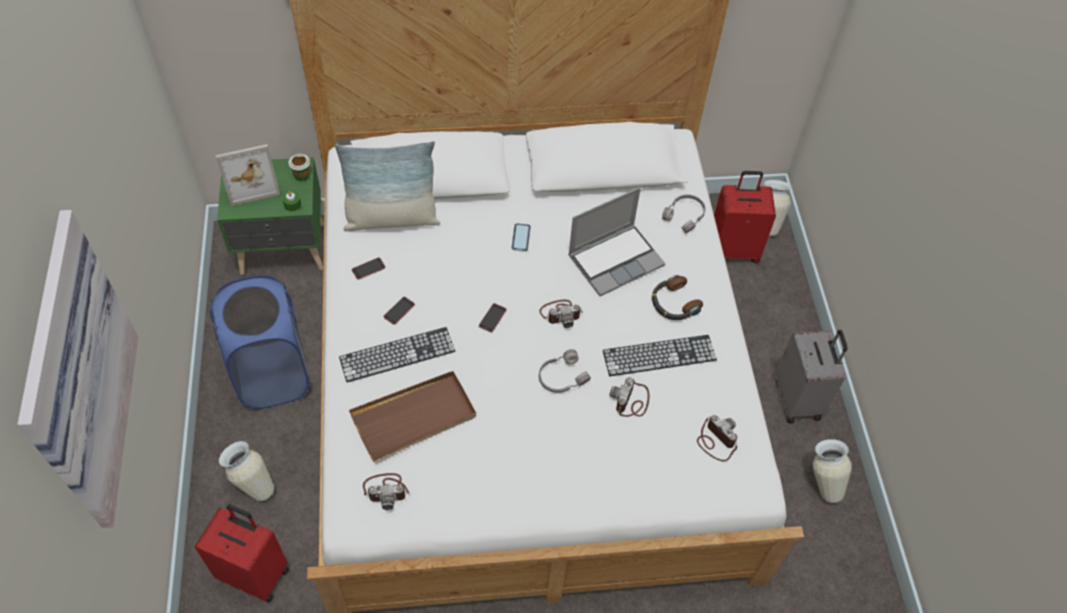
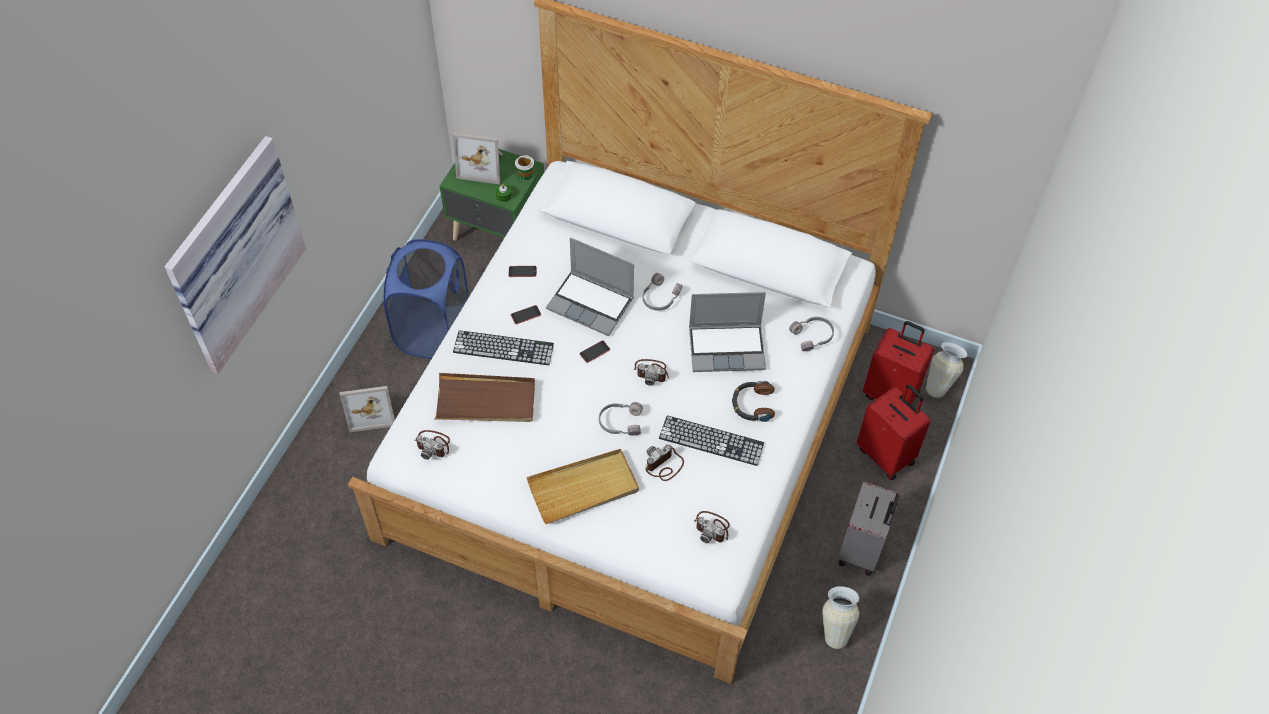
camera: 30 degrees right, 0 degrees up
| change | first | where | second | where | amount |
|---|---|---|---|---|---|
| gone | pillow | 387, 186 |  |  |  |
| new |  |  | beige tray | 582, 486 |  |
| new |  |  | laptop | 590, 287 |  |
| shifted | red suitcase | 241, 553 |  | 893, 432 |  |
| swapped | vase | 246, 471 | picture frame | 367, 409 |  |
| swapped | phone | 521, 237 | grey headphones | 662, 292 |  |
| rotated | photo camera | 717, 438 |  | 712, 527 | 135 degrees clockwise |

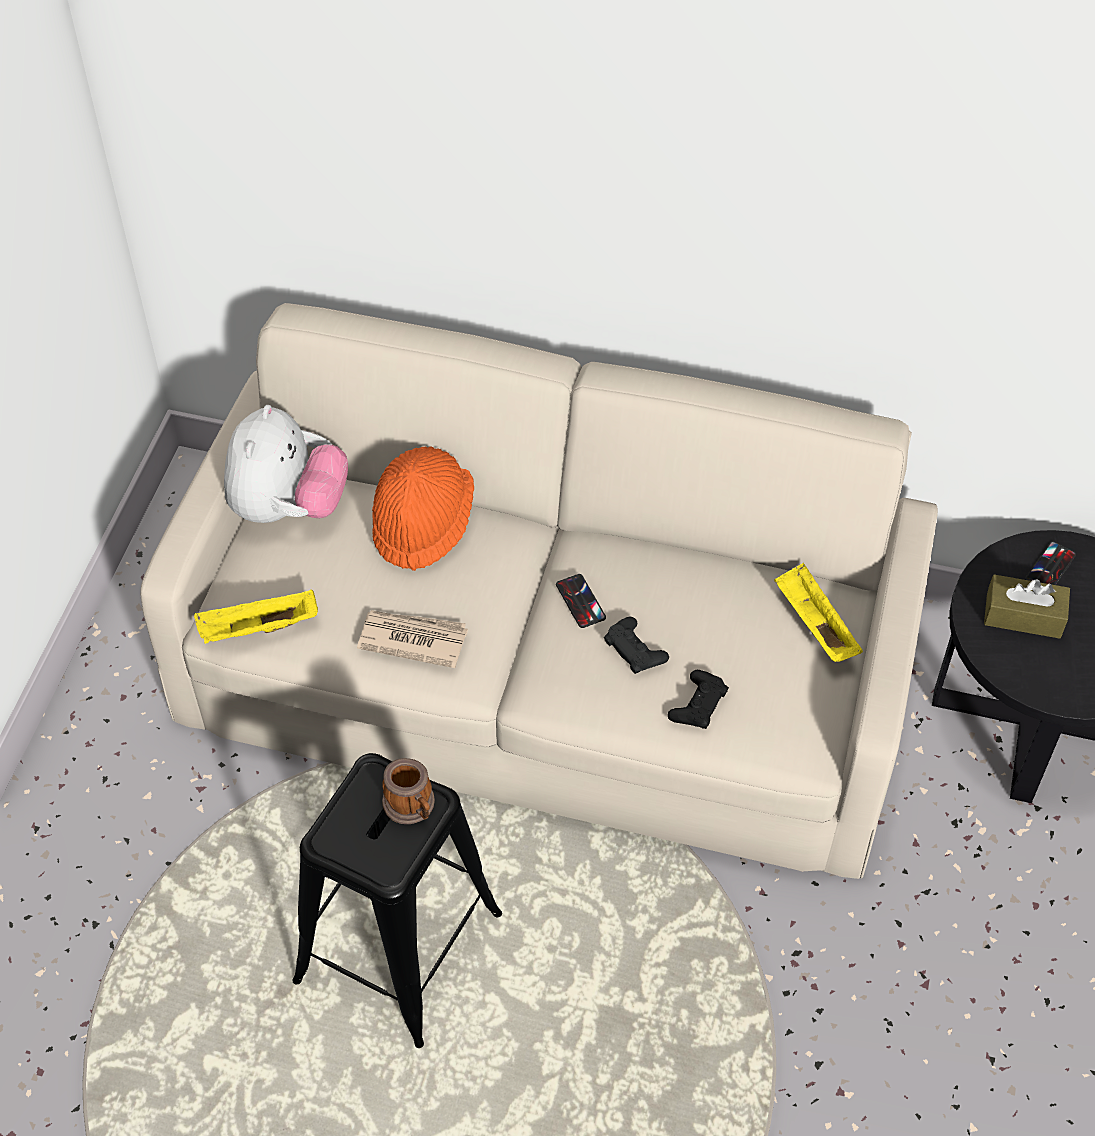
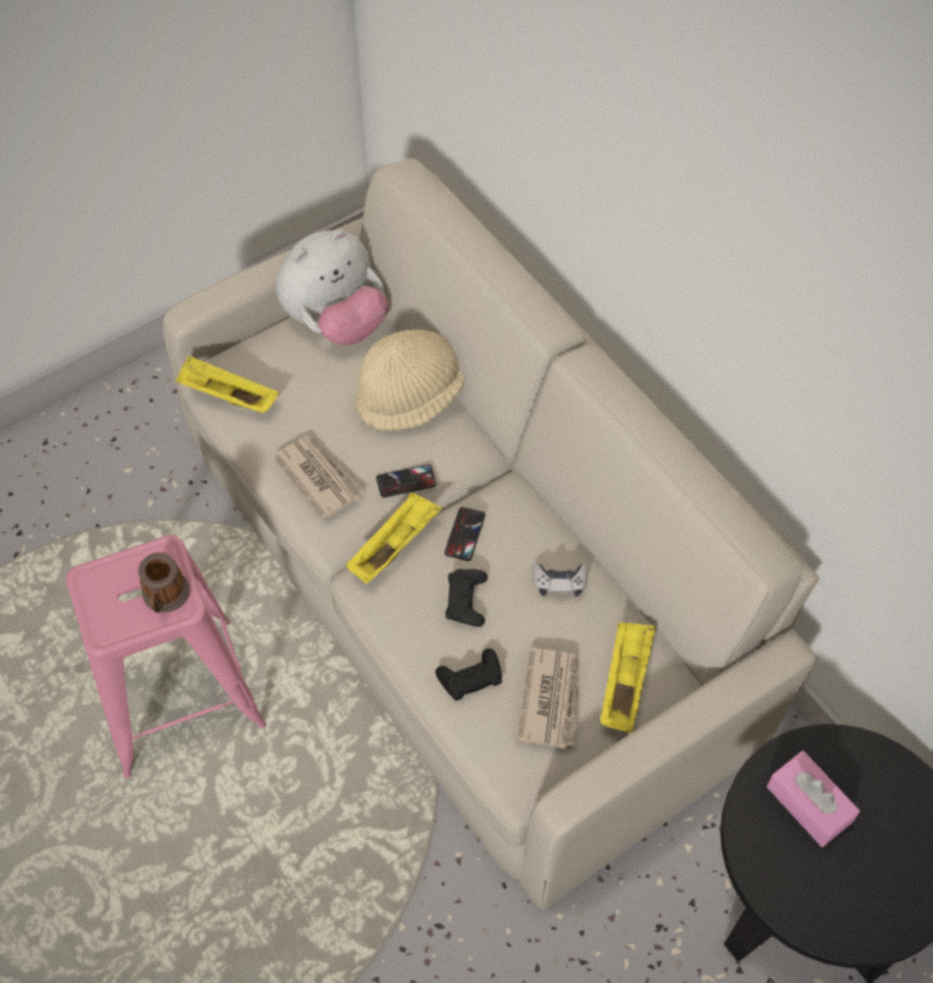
camera: 40 degrees right, 5 degrees up
| change | first | where | second | where | amount |
|---|---|---|---|---|---|
| new |  |  | yellow tray | 394, 538 |  |
| new |  |  | newspaper | 548, 698 |  |
| new |  |  | game controller | 560, 580 |  |
| shifted | phone | 1050, 563 |  | 406, 481 |  |
| repainted | black stool | 397, 900 | pink stool | 166, 656 |  |
| repainted | orange hat | 423, 508 | beige hat | 410, 380 |  |
| repainted | brown tissue box | 1027, 607 | pink tissue box | 813, 799 |  |

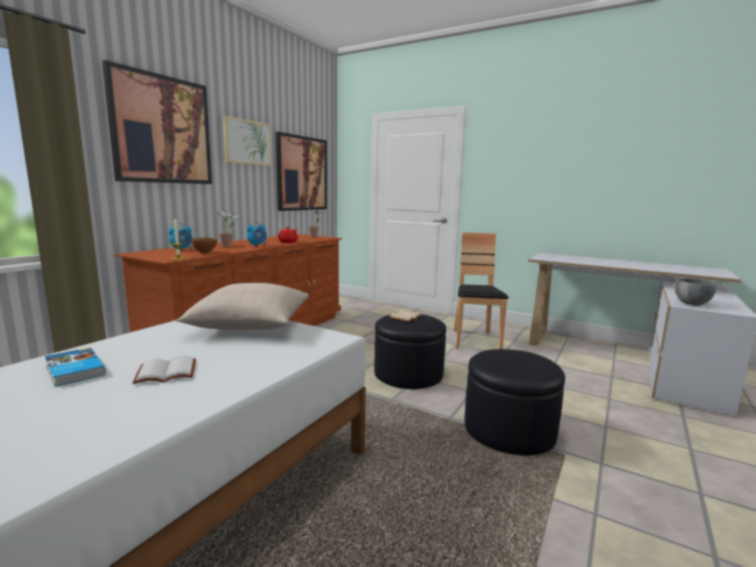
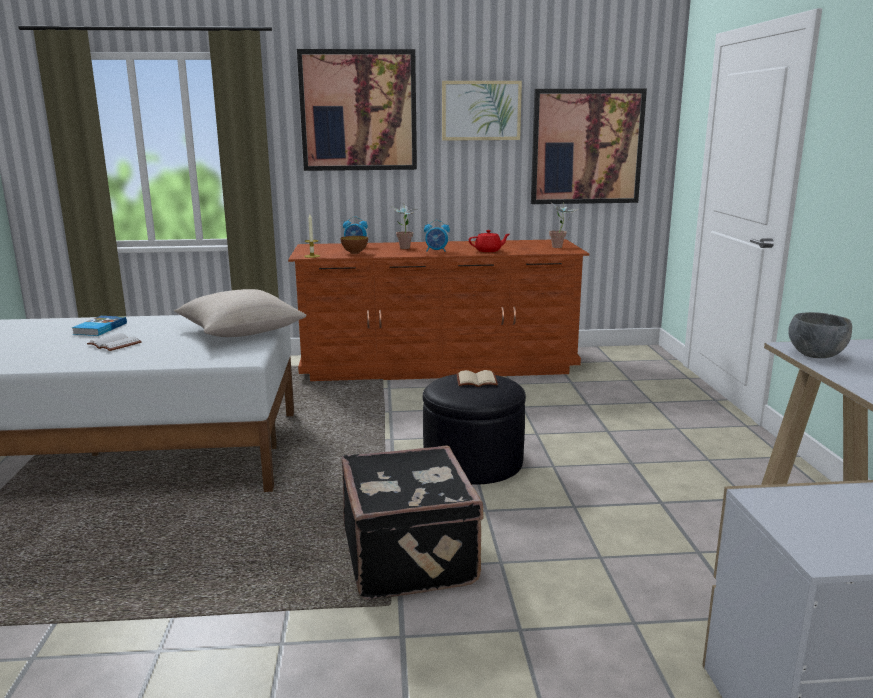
camera: 55 degrees right, 5 degrees up
| change | first | where | second | where | amount |
|---|---|---|---|---|---|
| gone | brown chair | 481, 291 |  |  |  |
| shifted | grey bowl | 695, 292 |  | 820, 335 |  |
| swapped | black ottoman | 515, 402 | black suitcase | 412, 522 |  |

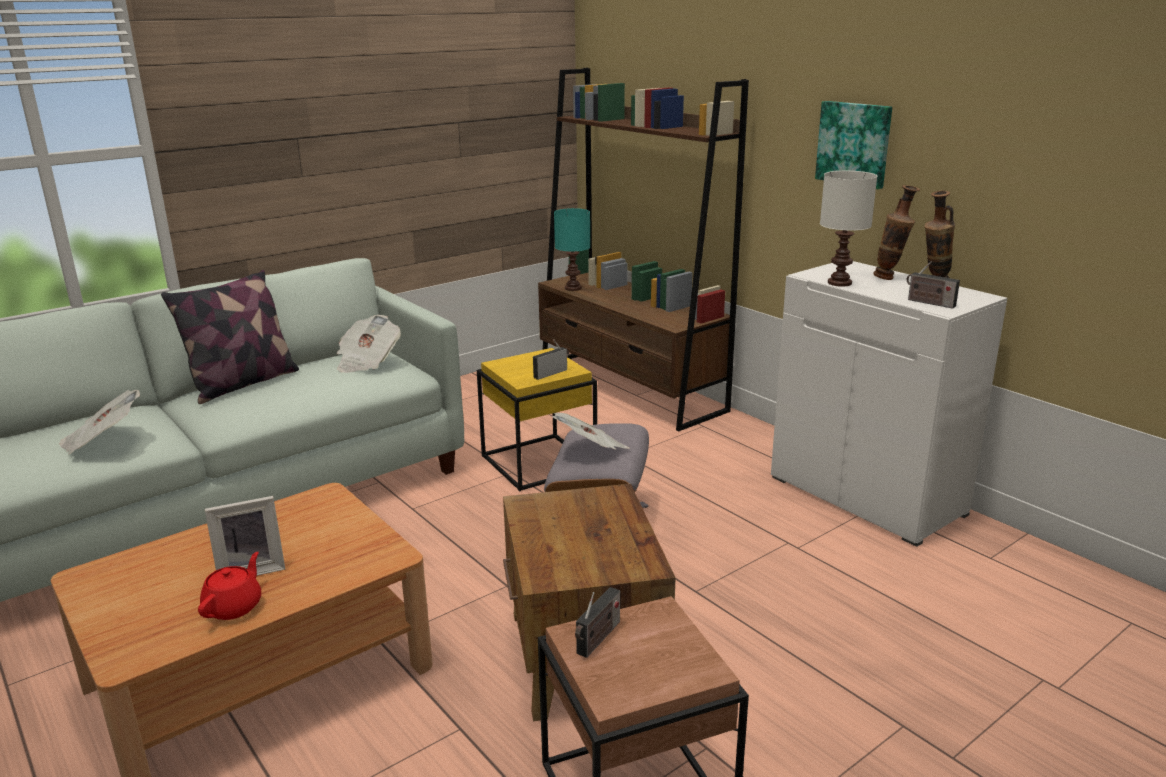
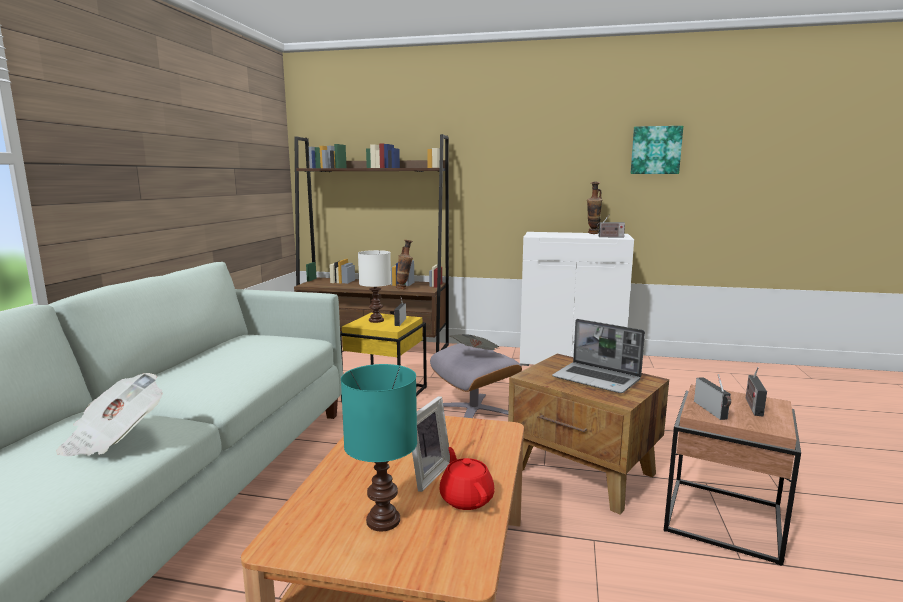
camera: 40 degrees left, 10 degrees down
| change | first | where | second | where | amount |
|---|---|---|---|---|---|
| gone | pillow | 230, 337 |  |  |  |
| gone | newspaper | 369, 344 |  |  |  |
| new |  |  | laptop | 598, 356 |  |
| new |  |  | radio | 756, 392 |  |
| shifted | turquoise table lamp | 572, 249 |  | 379, 447 |  |
| shifted | picture | 853, 145 |  | 657, 150 |  |
| shifted | white table lamp | 848, 229 |  | 374, 286 |  |
| shifted | vase | 896, 232 |  | 404, 264 |  |

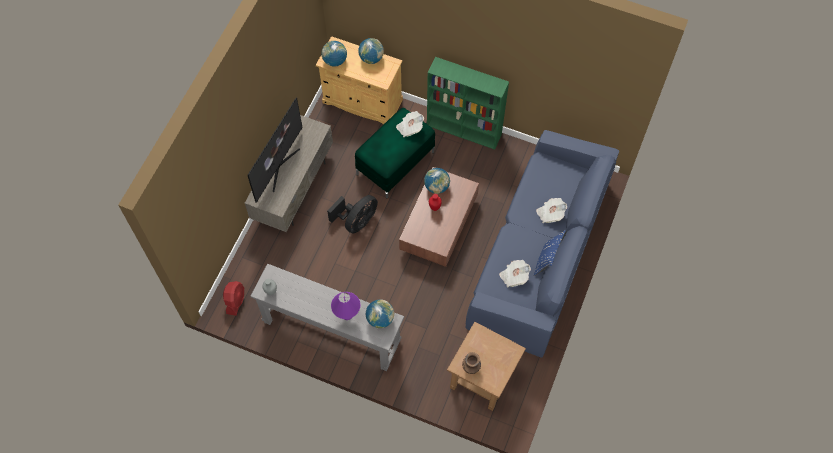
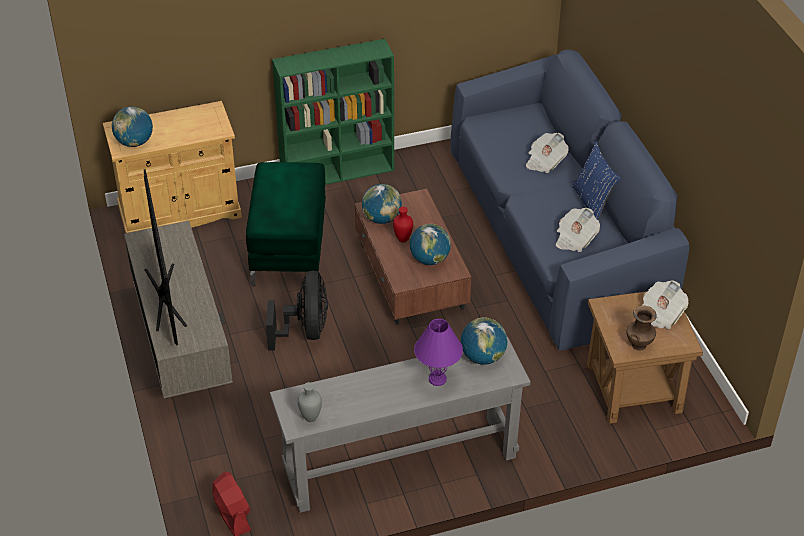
camera: 40 degrees left, 20 degrees down
| change | first | where | second | where | amount |
|---|---|---|---|---|---|
| shifted | globe | 371, 51 |  | 430, 244 |  |
| shifted | newspaper | 410, 124 |  | 665, 305 |  |

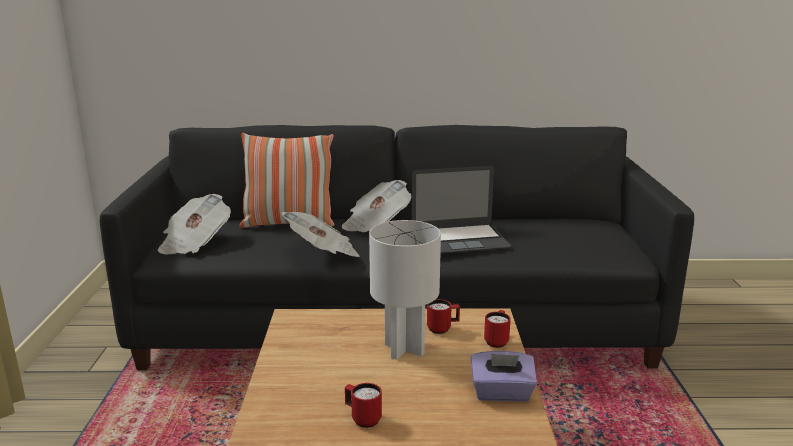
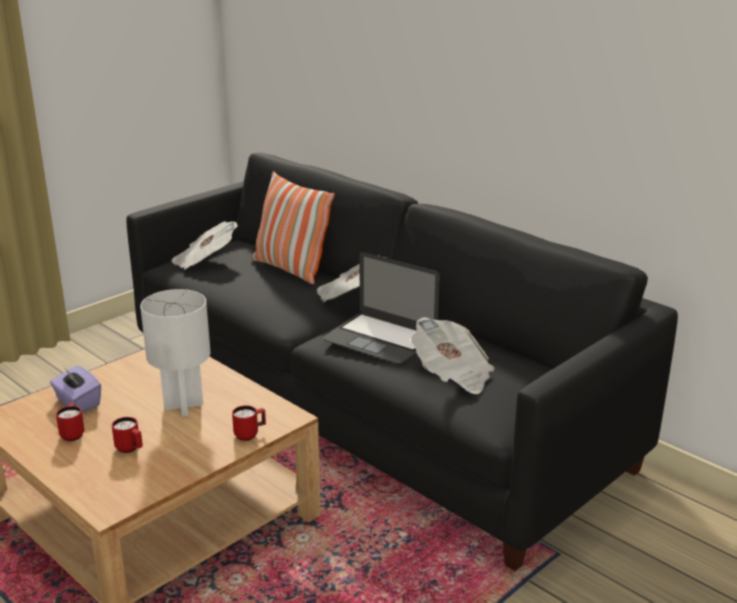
camera: 45 degrees right, 5 degrees up
| change | first | where | second | where | amount |
|---|---|---|---|---|---|
| shifted | newspaper | 321, 234 |  | 452, 355 |  |
| shifted | red mug | 443, 316 |  | 127, 435 |  |
| shifted | purple tissue box | 504, 376 |  | 75, 389 |  |

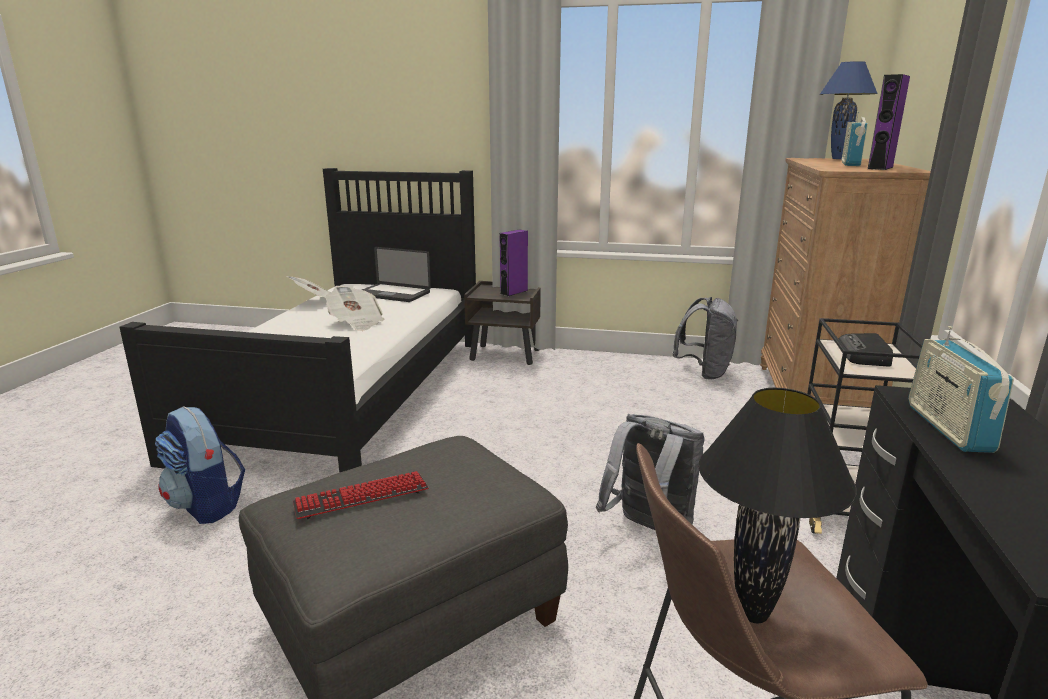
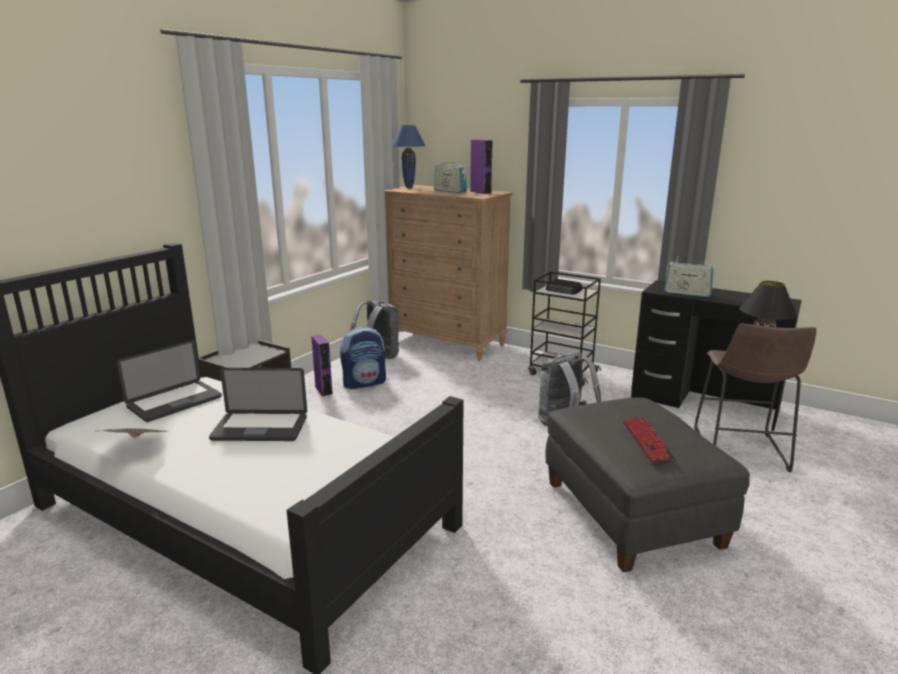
camera: 70 degrees left, 0 degrees up
| change | first | where | second | where | amount |
|---|---|---|---|---|---|
| shifted | backpack | 200, 465 |  | 363, 358 |  |
| shifted | purple speaker | 514, 262 |  | 322, 365 |  |
| swapped | newspaper | 354, 308 | laptop | 258, 404 |  |

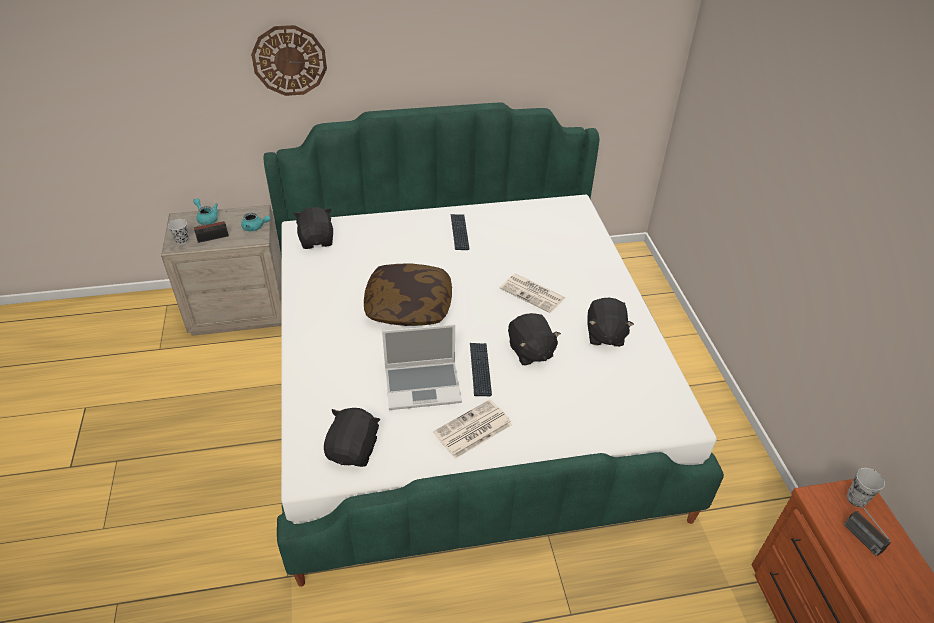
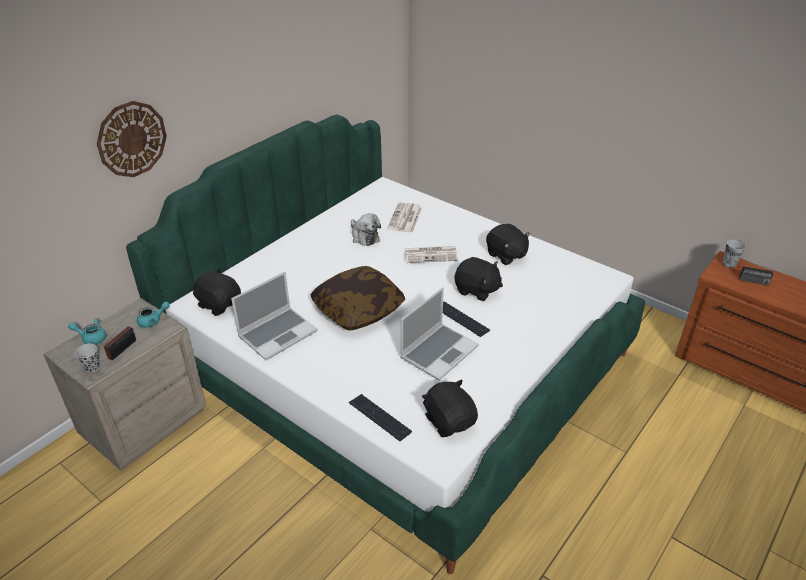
camera: 40 degrees left, 5 degrees down
| change | first | where | second | where | amount |
|---|---|---|---|---|---|
| new |  |  | laptop | 274, 316 |  |
| new |  |  | plush toy | 366, 229 |  |
| shifted | newspaper | 472, 429 |  | 405, 217 |  |
| shifted | keyboard | 460, 232 |  | 380, 417 |  |

